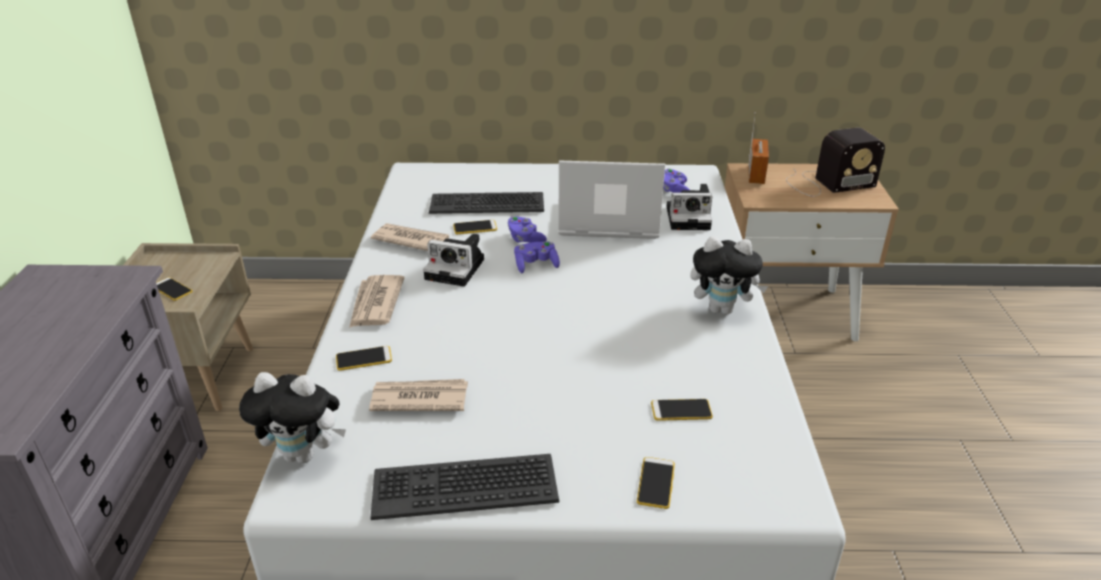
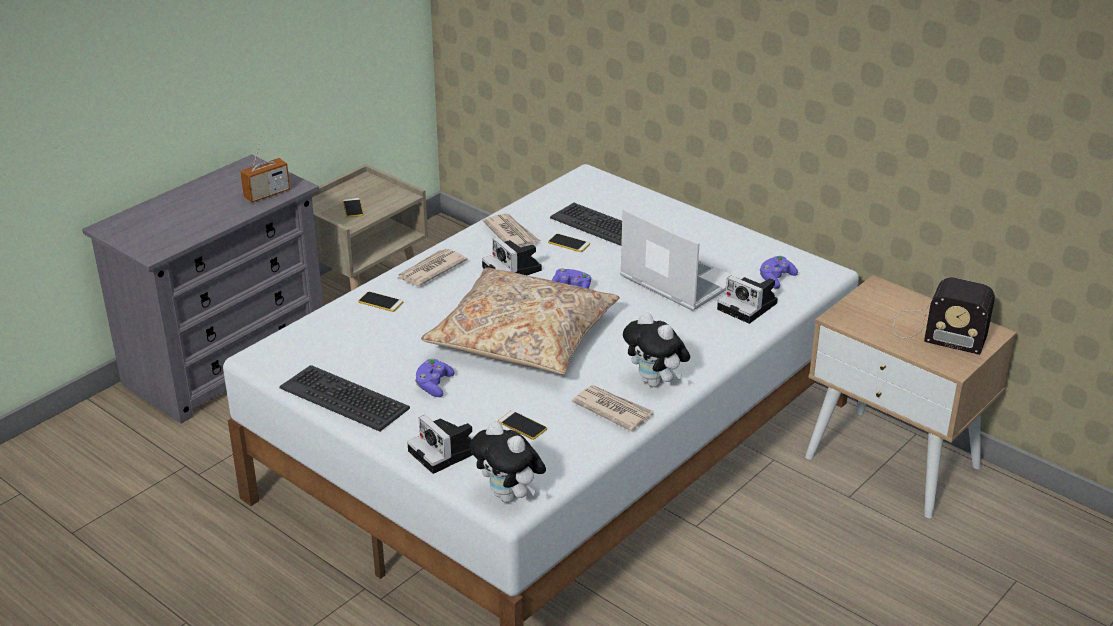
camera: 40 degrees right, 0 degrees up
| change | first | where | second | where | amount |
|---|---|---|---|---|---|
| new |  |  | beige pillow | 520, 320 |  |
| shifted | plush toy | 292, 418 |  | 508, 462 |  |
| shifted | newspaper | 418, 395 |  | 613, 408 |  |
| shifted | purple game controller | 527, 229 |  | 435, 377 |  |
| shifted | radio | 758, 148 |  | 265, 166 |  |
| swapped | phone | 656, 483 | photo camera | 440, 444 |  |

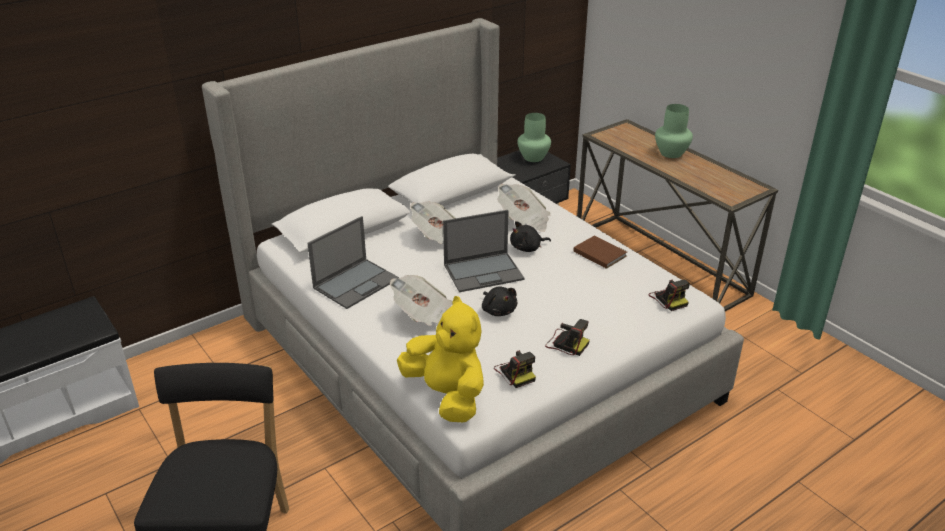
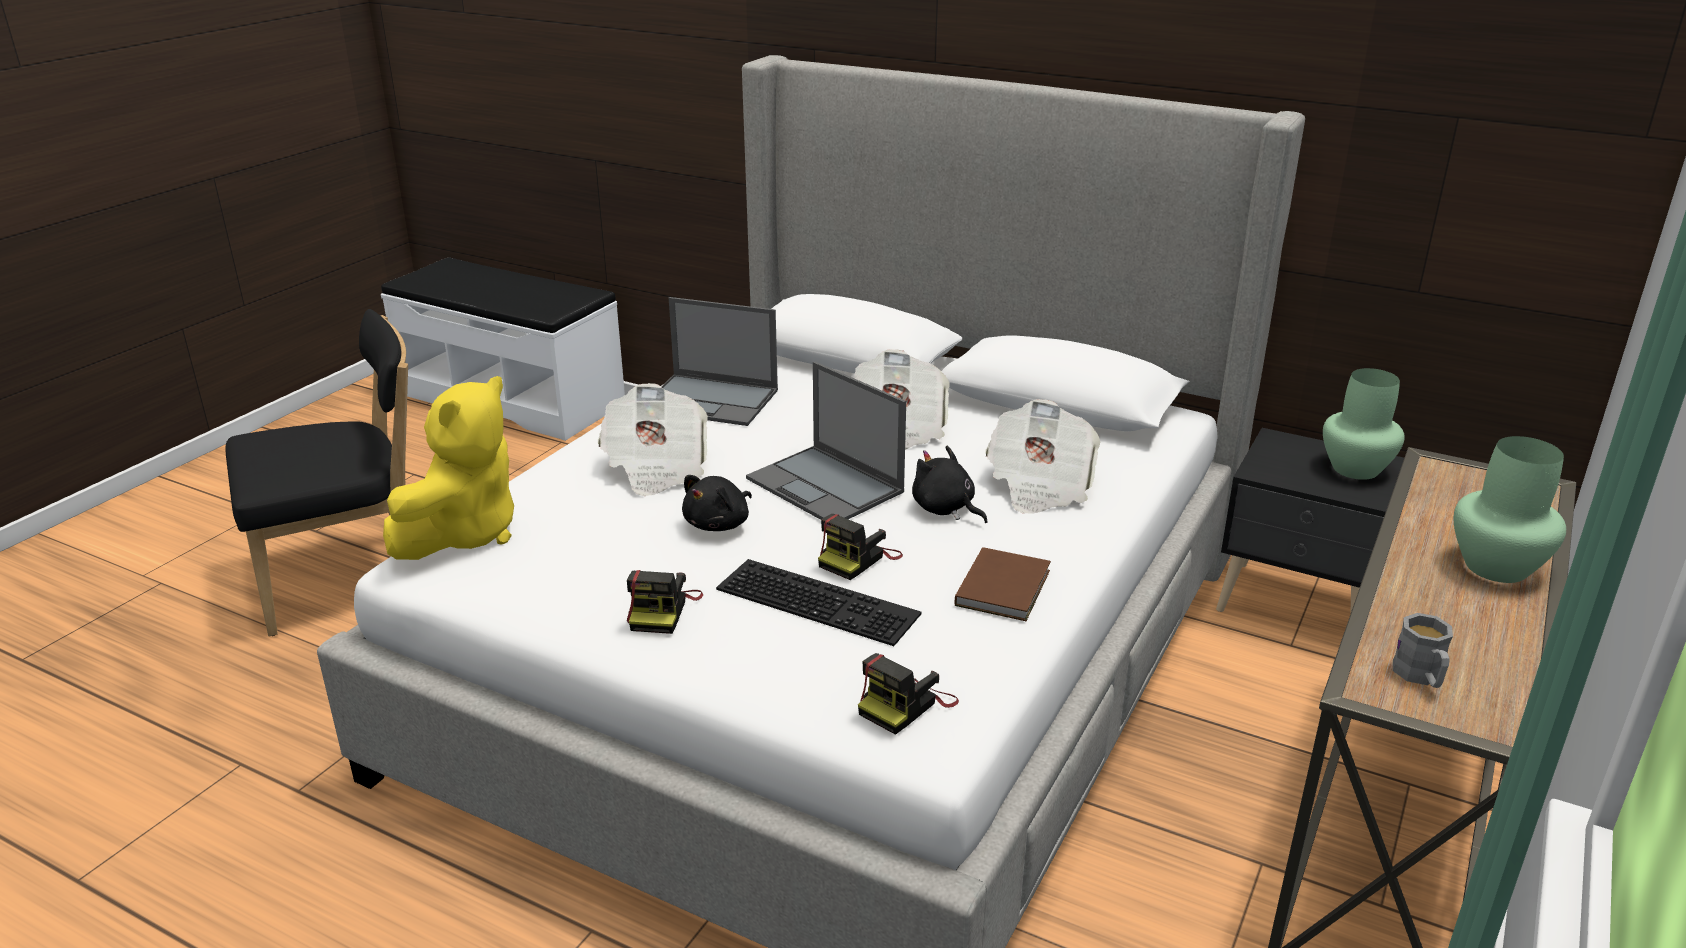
camera: 65 degrees right, 5 degrees down
| change | first | where | second | where | amount |
|---|---|---|---|---|---|
| new |  |  | keyboard | 819, 602 |  |
| new |  |  | grey mug | 1423, 650 |  |
| shifted | photo camera | 515, 369 |  | 860, 547 |  |

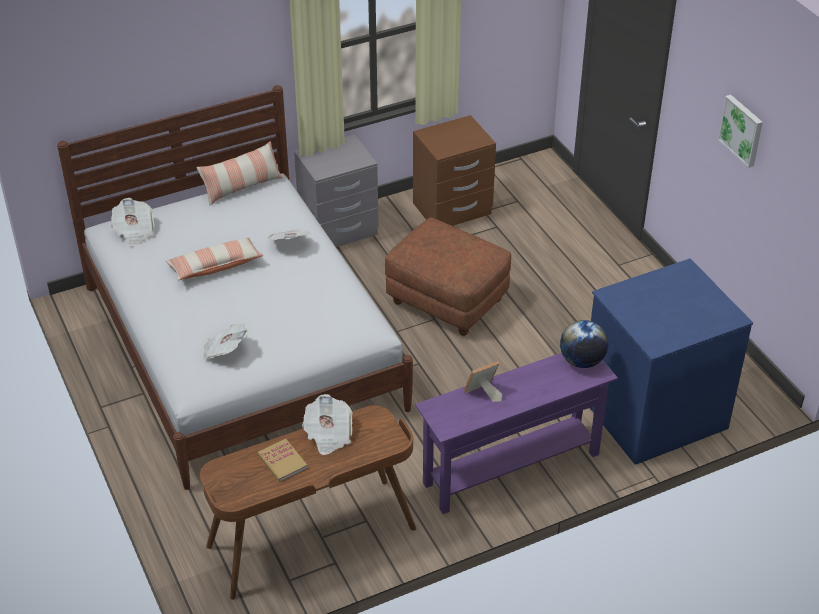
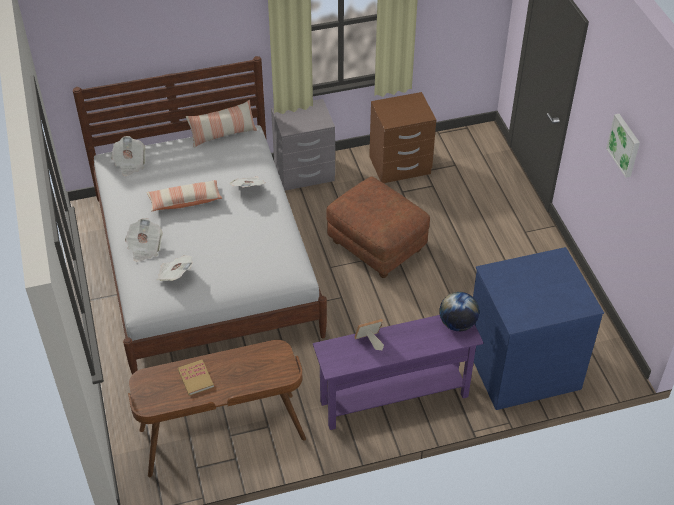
camera: 10 degrees right, 5 degrees up
| change | first | where | second | where | amount |
|---|---|---|---|---|---|
| shifted | newspaper | 327, 424 |  | 144, 240 |  |

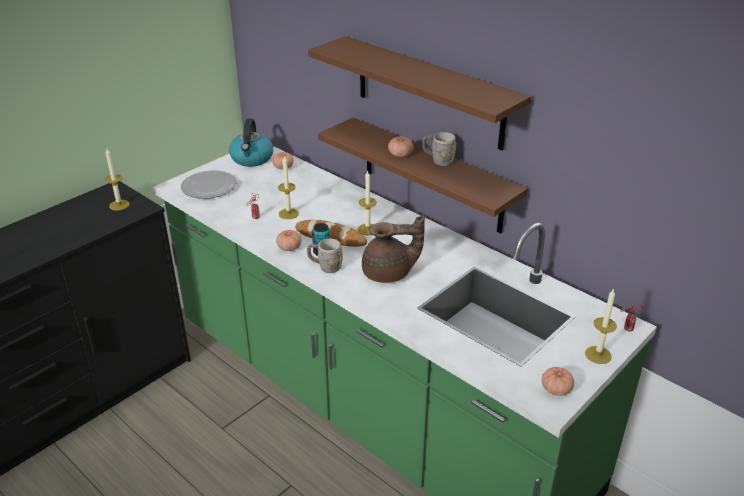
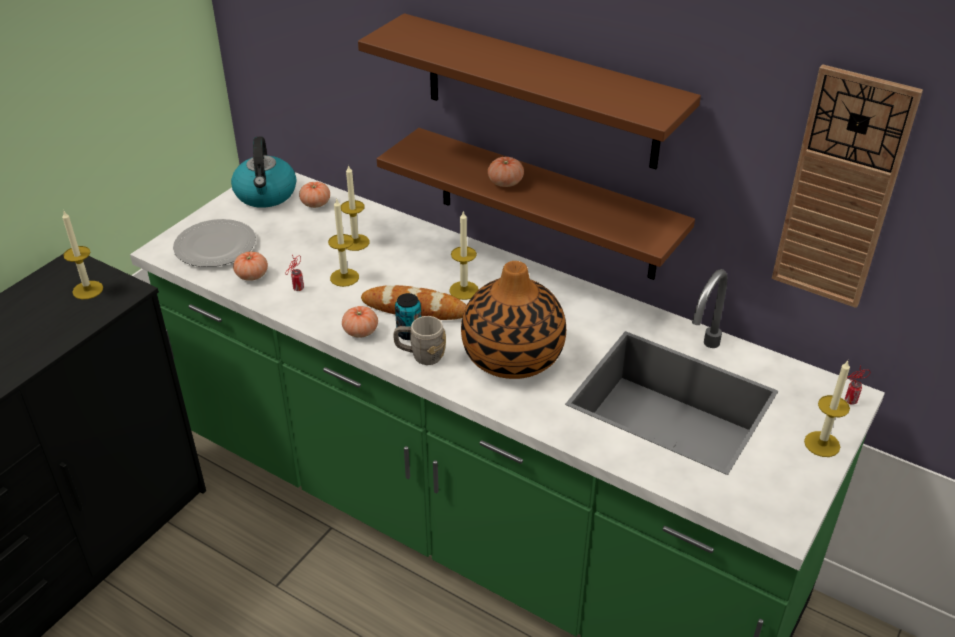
camera: 10 degrees left, 5 degrees up
| change | first | where | second | where | amount |
|---|---|---|---|---|---|
| gone | grey mug | 439, 149 |  |  |  |
| new |  |  | candle | 355, 207 |  |
| new |  |  | wall clock | 847, 186 |  |
| shifted | tomato | 558, 381 |  | 250, 266 |  |
| swapped | brown teapot | 393, 249 | vase | 513, 320 |  |

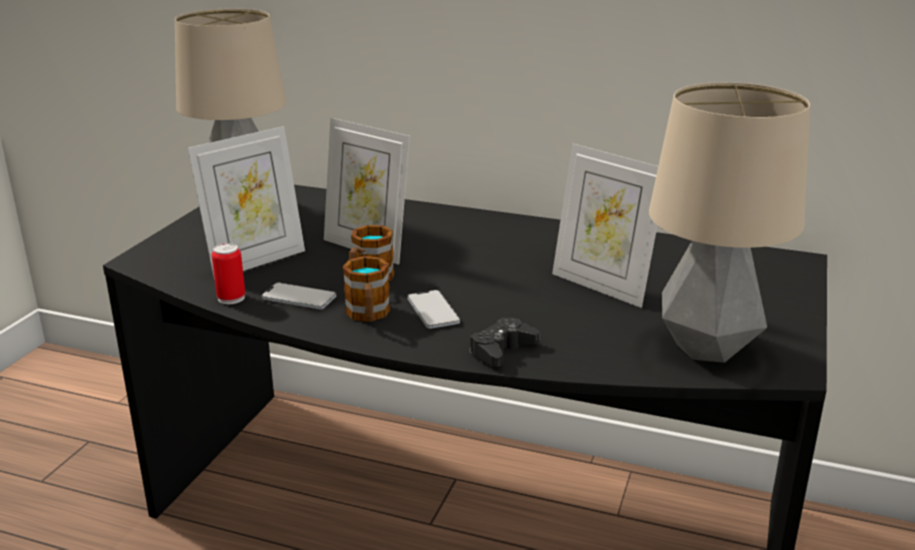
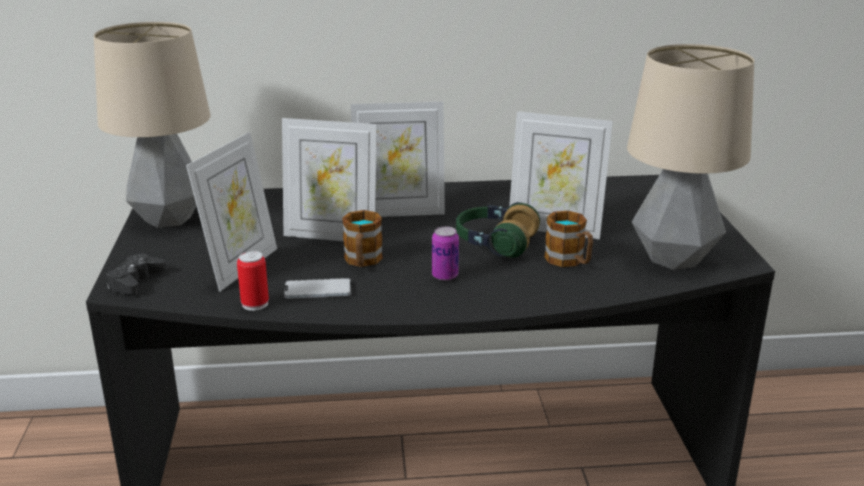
camera: 25 degrees left, 0 degrees up
| change | first | where | second | where | amount |
|---|---|---|---|---|---|
| new |  |  | picture frame | 398, 159 |  |
| new |  |  | headphones | 498, 230 |  |
| shifted | mug | 367, 289 |  | 568, 239 |  |
| shifted | black game controller | 505, 342 |  | 136, 274 |  |
| swapped | phone | 433, 309 | can | 445, 253 |  |

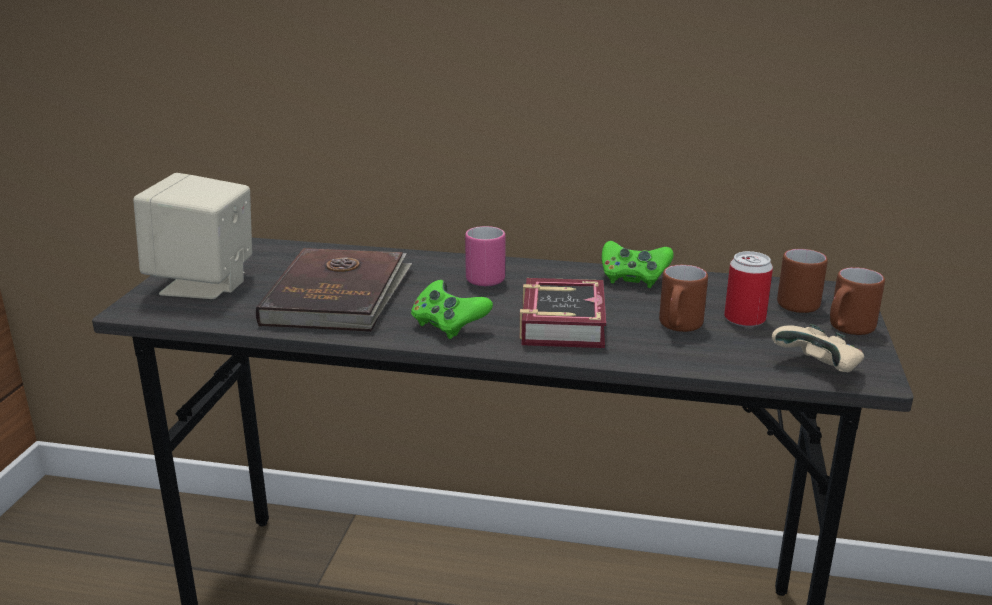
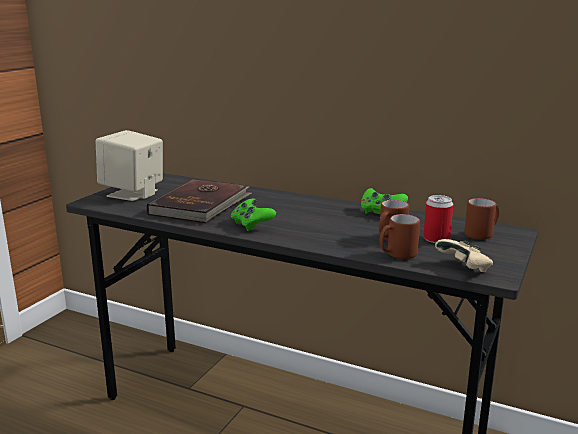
camera: 15 degrees right, 5 degrees down
| change | first | where | second | where | amount |
|---|---|---|---|---|---|
| gone | pink mug | 485, 256 |  |  |  |
| gone | book | 563, 313 |  |  |  |
| shifted | brown mug | 857, 301 |  | 400, 236 |  |

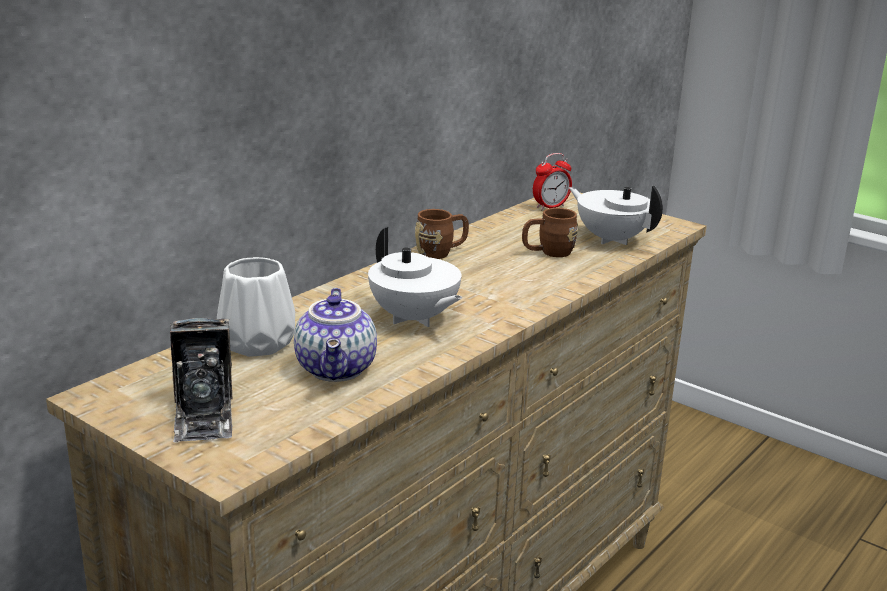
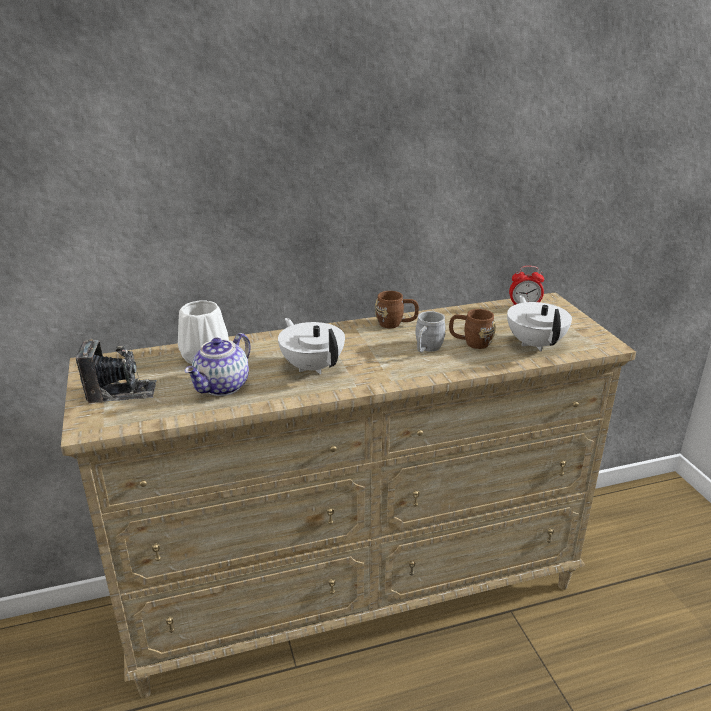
camera: 35 degrees right, 5 degrees up
| change | first | where | second | where | amount |
|---|---|---|---|---|---|
| new |  |  | grey mug | 431, 332 |  |
| rotated | photo camera | 201, 380 |  | 116, 370 | 120 degrees counterclockwise |
| rotated | white teapot | 415, 277 |  | 311, 346 | 150 degrees clockwise |

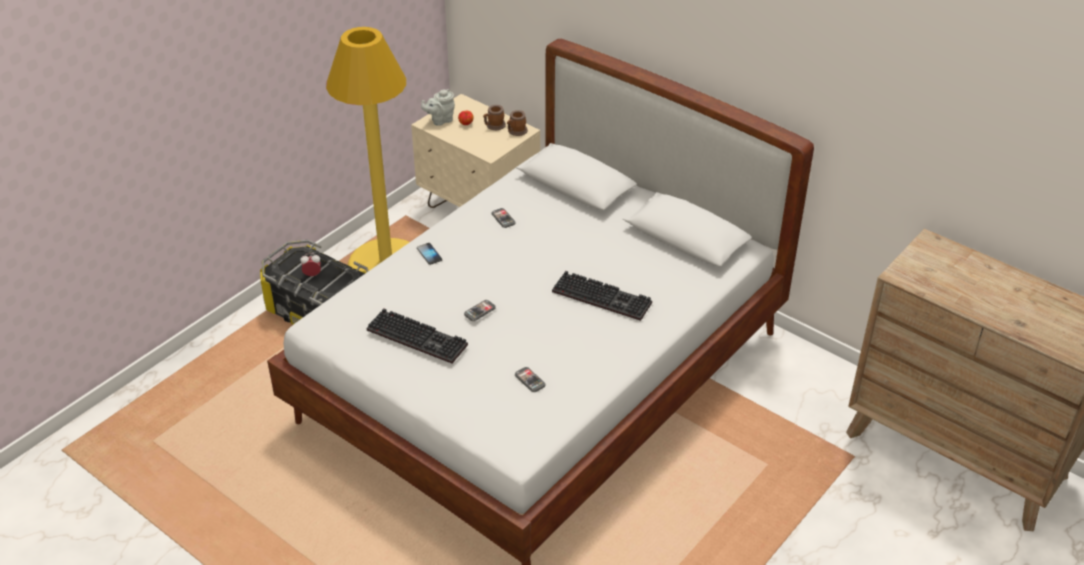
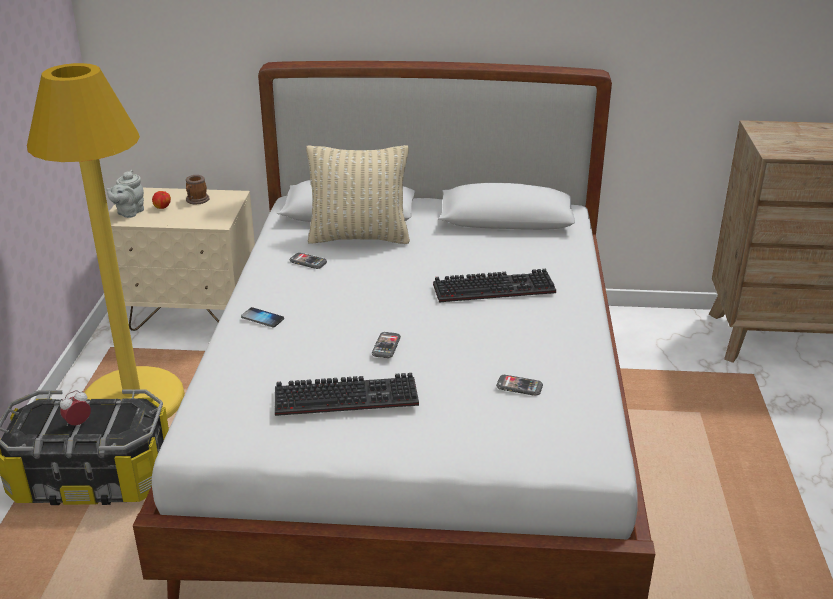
camera: 35 degrees left, 10 degrees down
| change | first | where | second | where | amount |
|---|---|---|---|---|---|
| gone | mug | 517, 123 |  |  |  |
| new |  |  | beige pillow | 358, 194 |  |

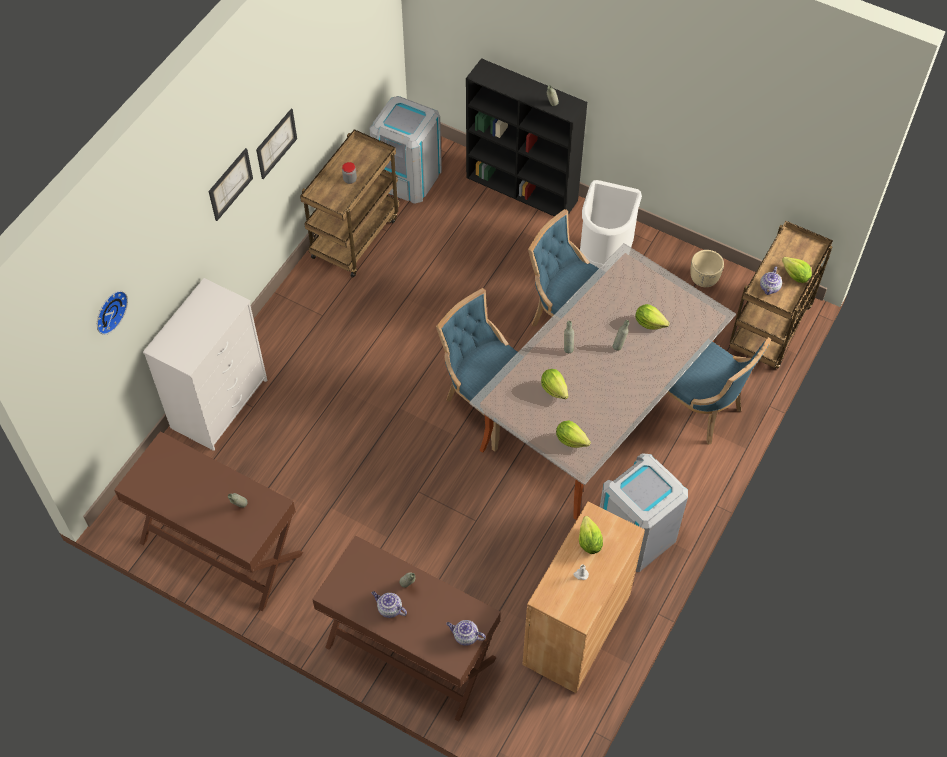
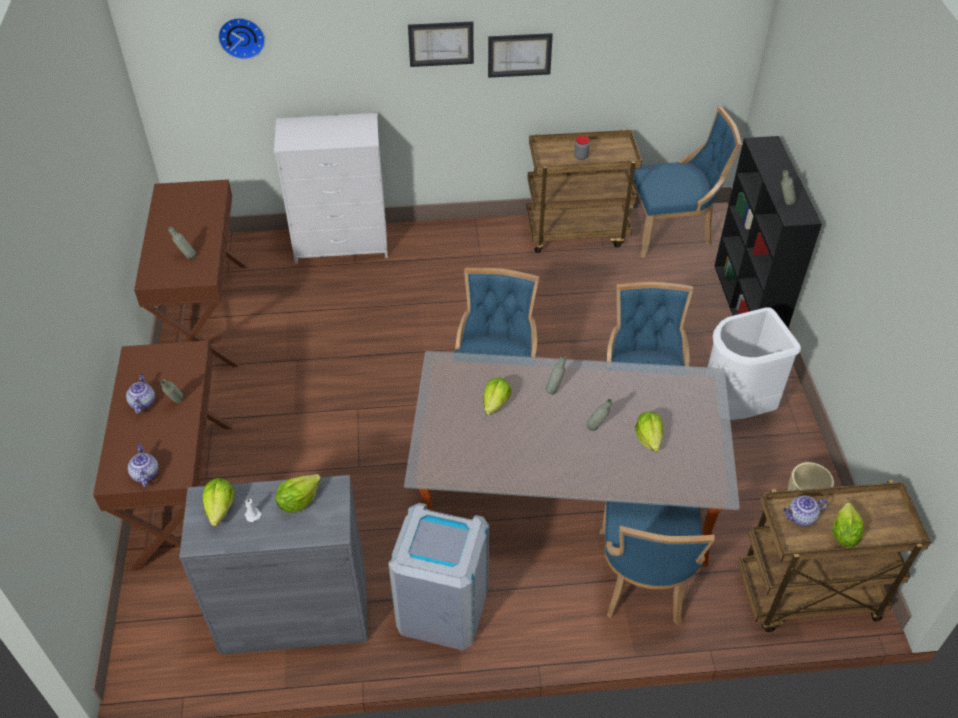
camera: 55 degrees right, 10 degrees down
| change | first | where | second | where | amount |
|---|---|---|---|---|---|
| shifted | lettuce | 573, 434 |  | 219, 502 |  |
| swapped | grey trash can | 405, 150 | blue chair | 685, 182 |  |
| repainted | brown cabinet | 583, 597 | grey cabinet | 273, 565 |  |

